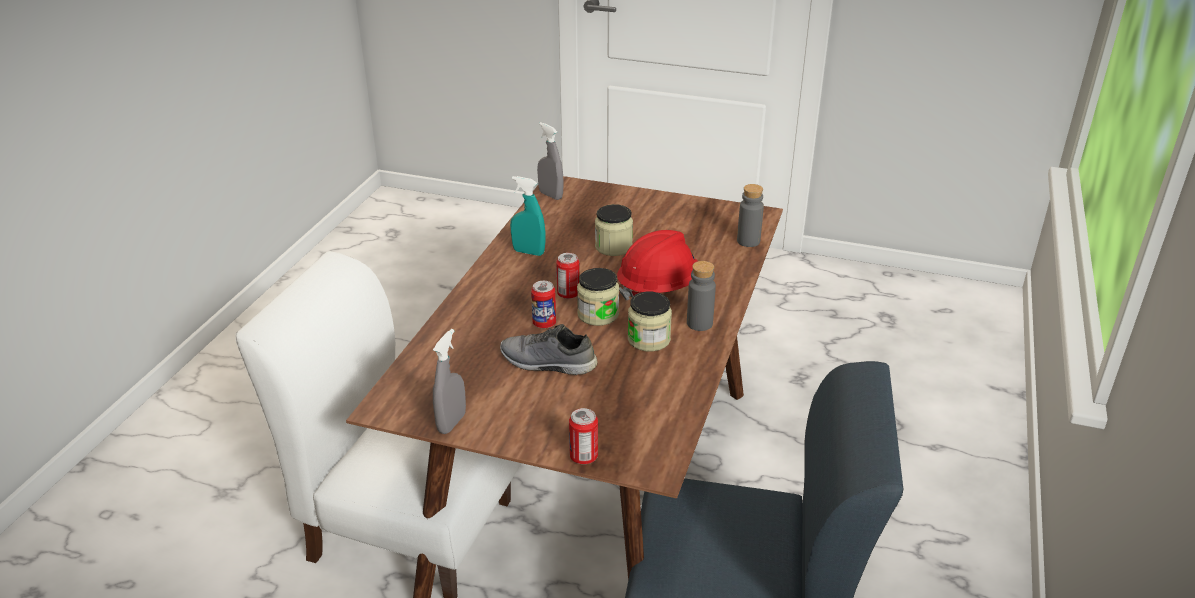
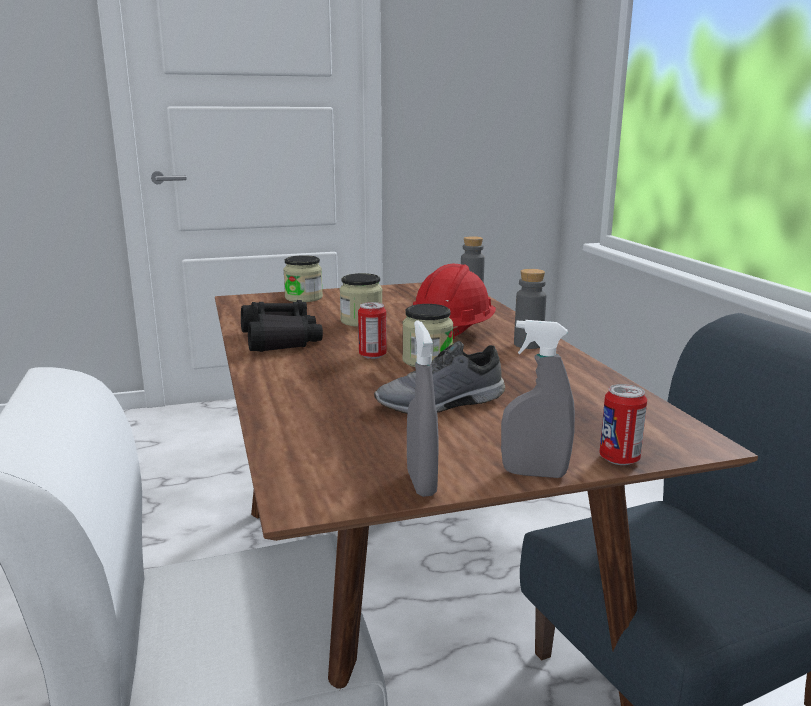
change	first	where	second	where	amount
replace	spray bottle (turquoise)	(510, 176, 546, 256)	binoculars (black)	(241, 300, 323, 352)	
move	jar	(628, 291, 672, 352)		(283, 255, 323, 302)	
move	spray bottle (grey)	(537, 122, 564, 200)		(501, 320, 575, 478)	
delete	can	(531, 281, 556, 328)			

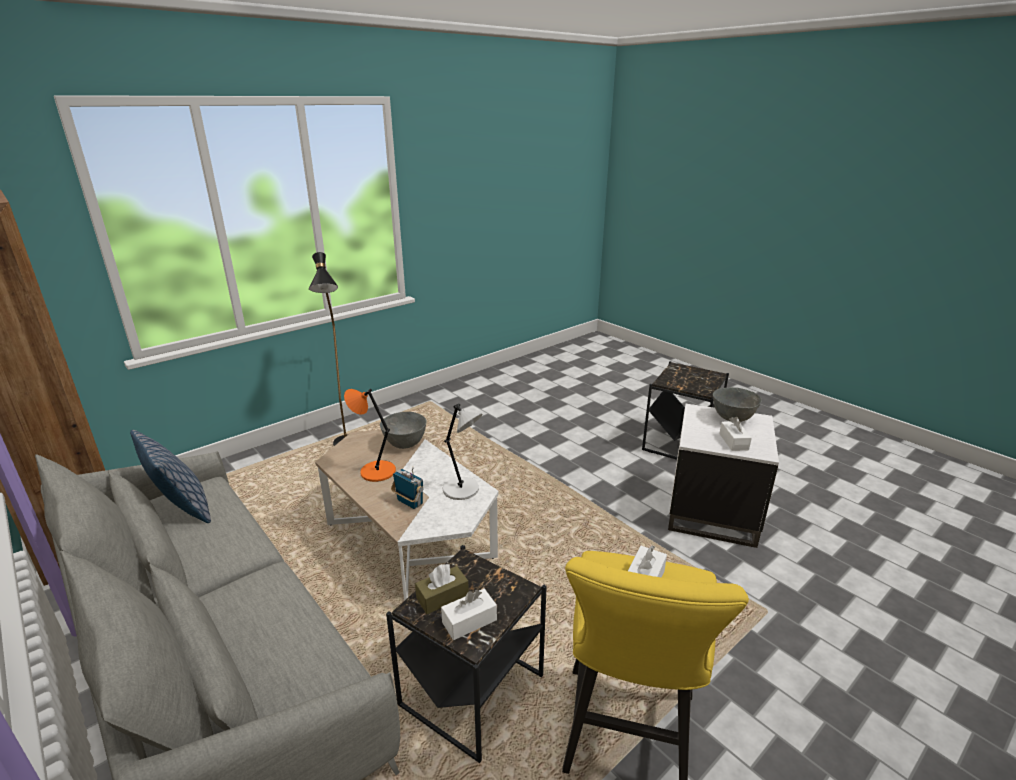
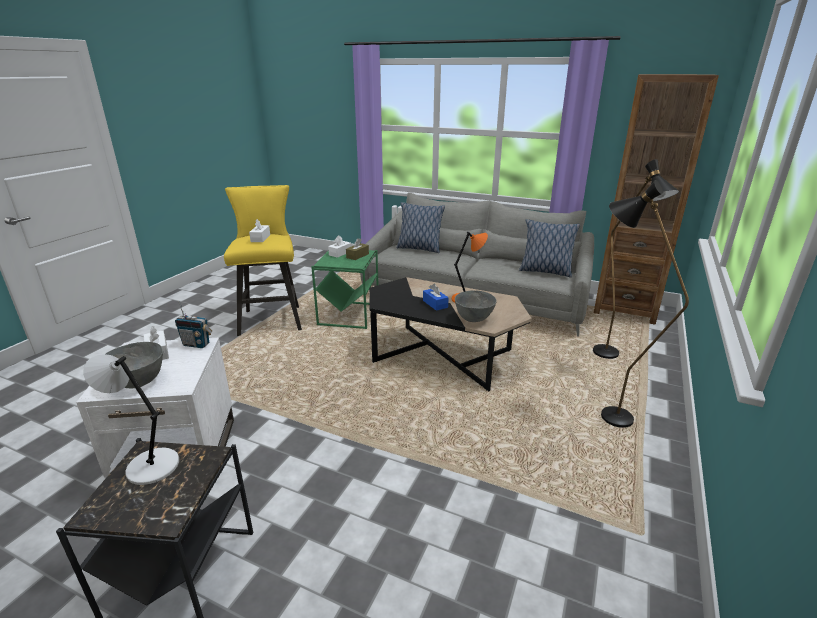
change	first	where	second	where	amount
move	table lamp (grey)	(443, 403, 482, 500)		(83, 354, 179, 485)	
move	radio	(391, 467, 423, 509)		(175, 301, 212, 348)	
recolor	side table (black)	(386, 545, 547, 763)	side table (green)	(311, 250, 378, 329)	
recolor	coffee table (white)	(315, 430, 499, 601)	coffee table (black)	(369, 277, 532, 391)	
insert			pillow	(397, 202, 445, 253)	
insert			tissue box (blue)	(423, 284, 449, 311)	
insert			floor lamp (black)	(593, 159, 679, 359)	

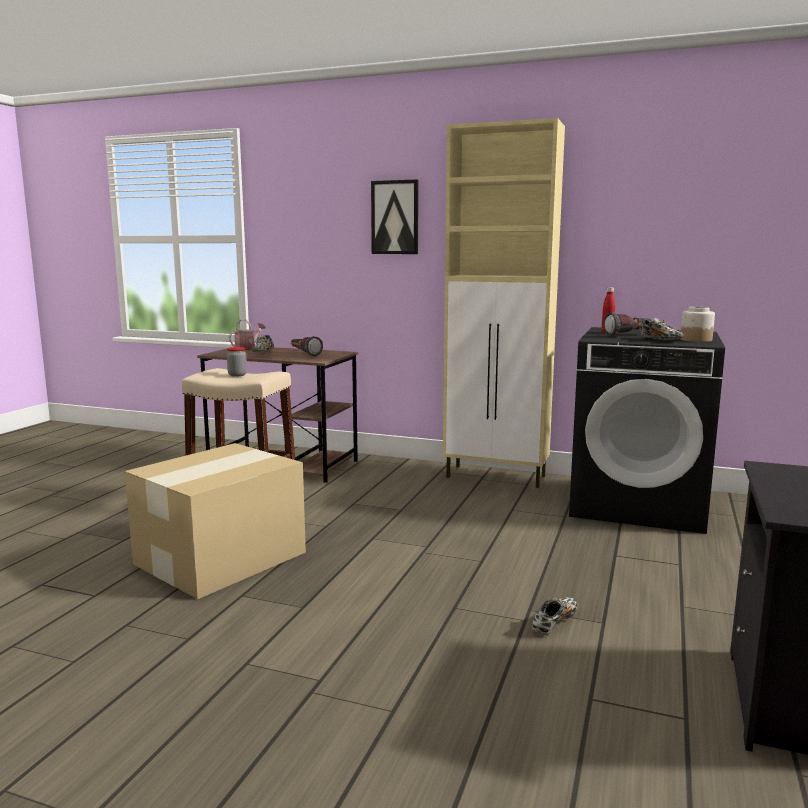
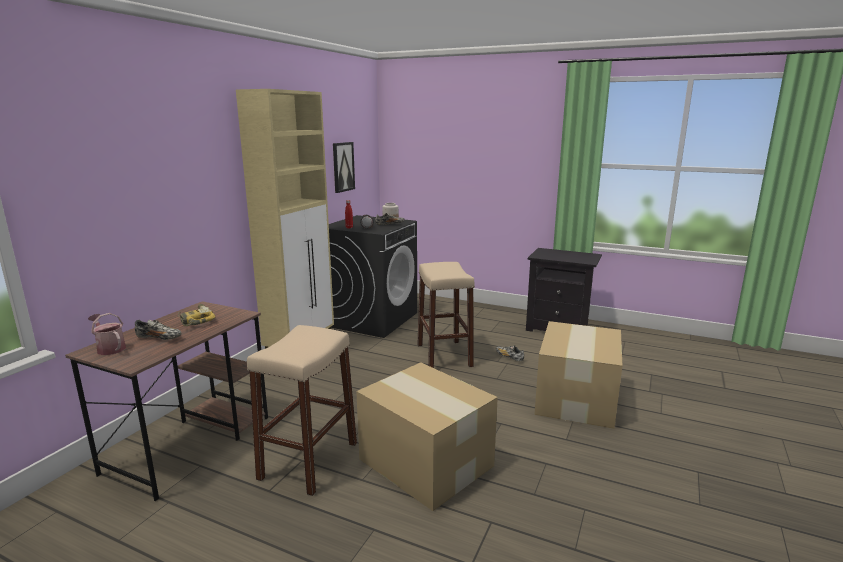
change	first	where	second	where	amount
replace	flashlight	(291, 336, 323, 356)	power drill	(178, 304, 215, 326)	
move	picture	(371, 179, 419, 254)		(333, 142, 355, 193)	
insert			stool (beige)	(417, 262, 475, 368)	
insert			cardboard box	(534, 321, 623, 429)	
delete	jar	(227, 347, 247, 376)			

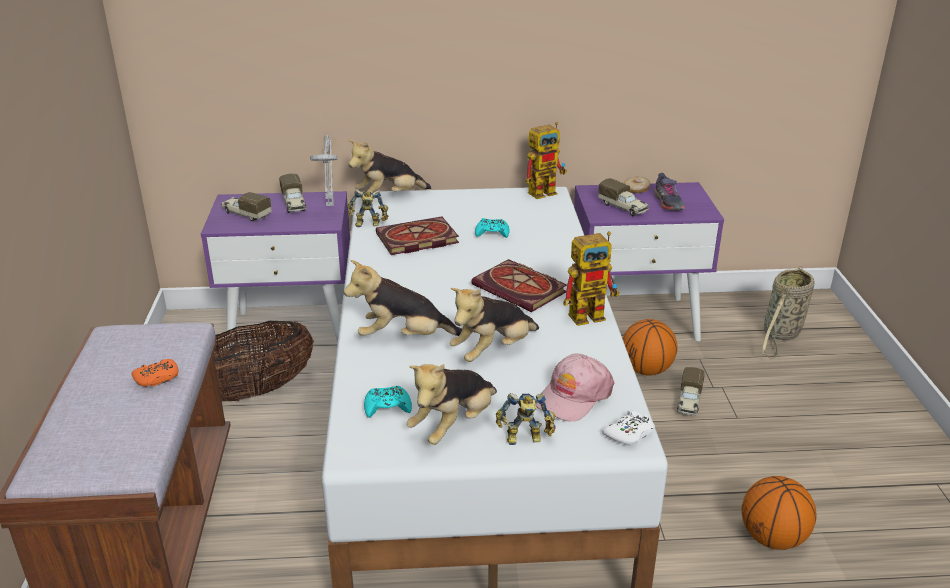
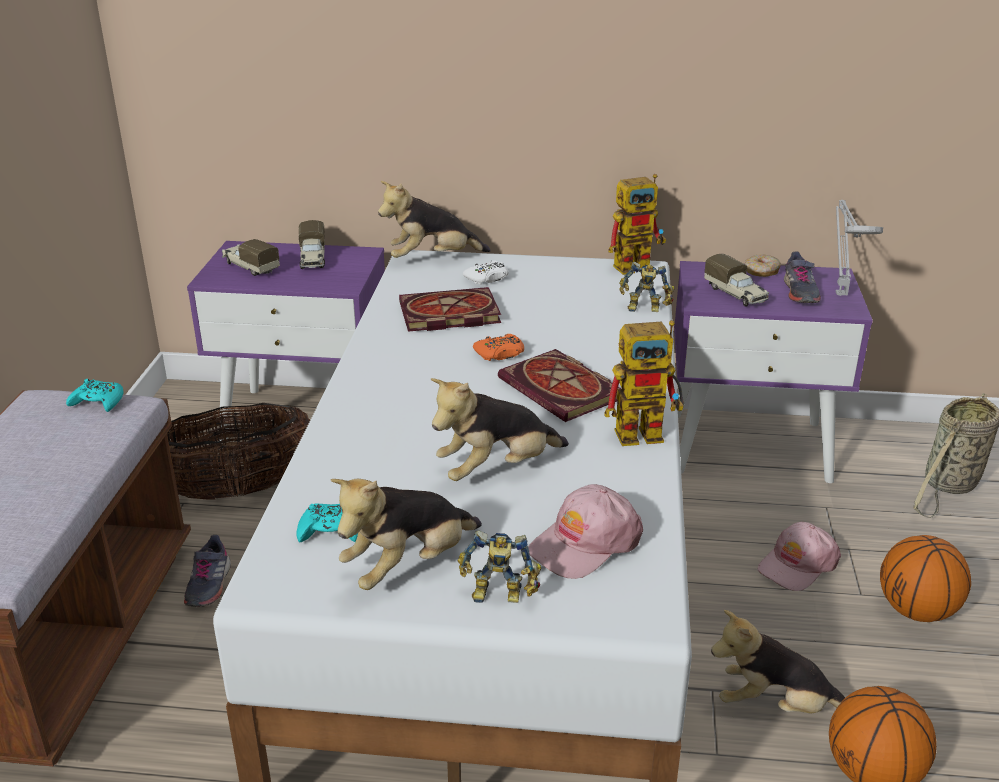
change	first	where	second	where	amount
move	game controller (turquoise)	(475, 218, 510, 238)		(66, 379, 124, 412)	
insert			shoe (grey)	(184, 535, 231, 607)	
move	game controller (white)	(602, 410, 655, 445)		(463, 260, 509, 285)	
move	game controller (orange)	(131, 359, 179, 387)		(473, 334, 524, 361)	
move	toy robot	(347, 190, 388, 227)		(619, 262, 674, 312)	
move	plush toy	(344, 260, 462, 336)		(711, 610, 845, 713)	
replace	toy truck	(677, 367, 705, 415)	cap (pink)	(758, 522, 841, 591)	
move	table lamp (grey)	(310, 135, 337, 206)		(835, 200, 883, 296)	
move	basketball	(622, 319, 678, 376)		(880, 535, 971, 622)	

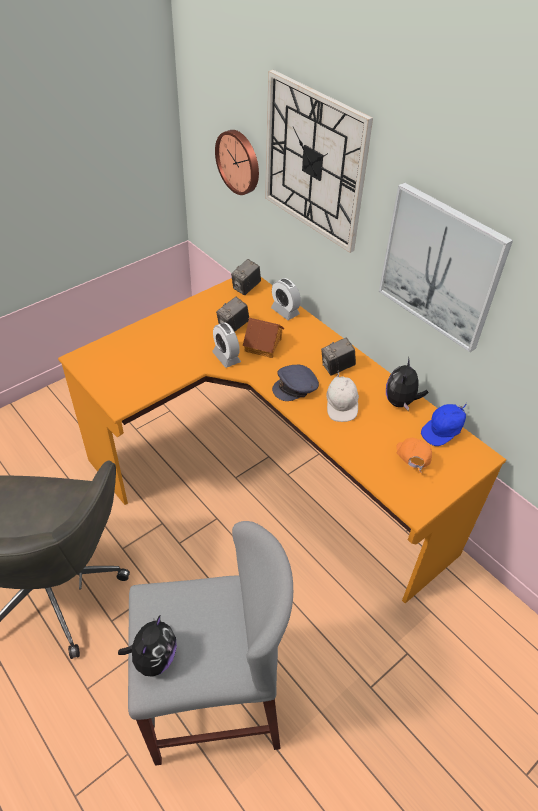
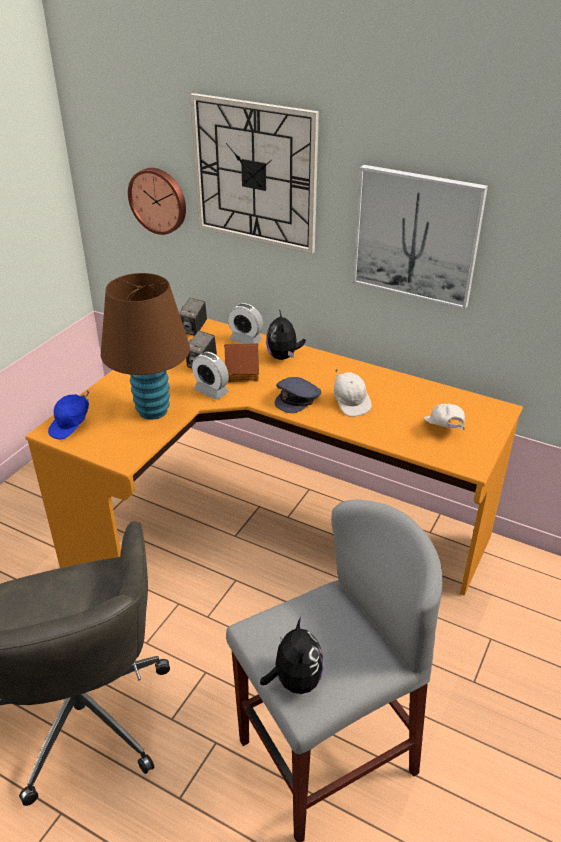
change	first	where	second	where	amount
move	cap (blue)	(421, 403, 467, 446)		(48, 390, 89, 440)	
insert			table lamp (brown)	(101, 273, 190, 420)	
move	plush toy	(386, 357, 428, 411)		(266, 310, 306, 360)	
recolor	cap (orange)	(396, 438, 432, 473)	cap (white)	(424, 403, 465, 430)	
delete	photo camera	(321, 337, 356, 376)			

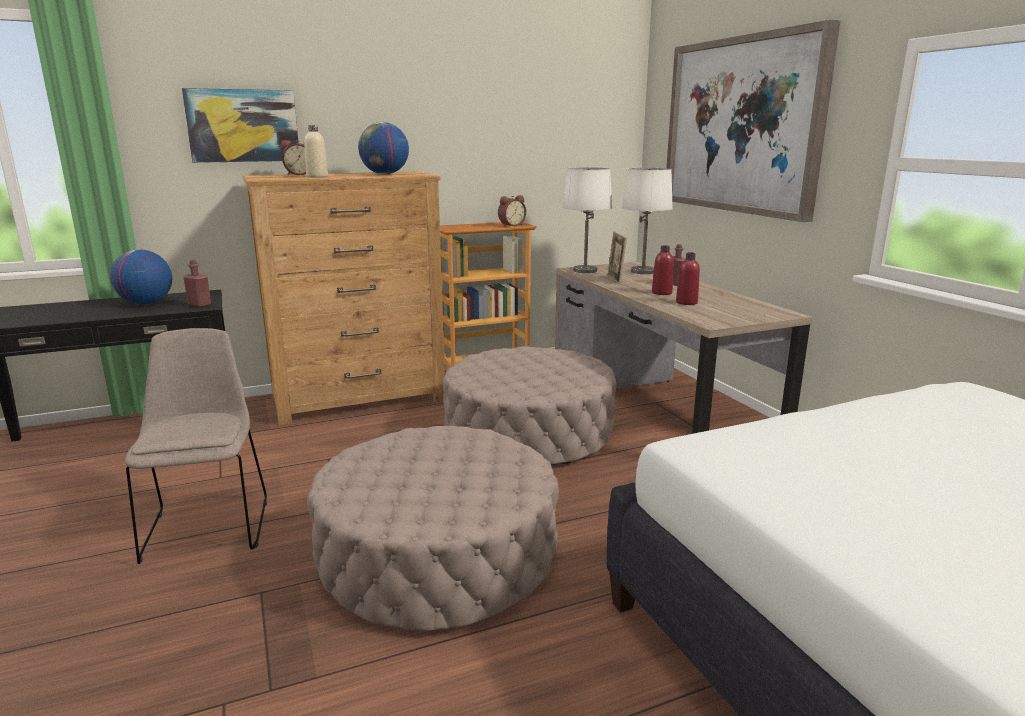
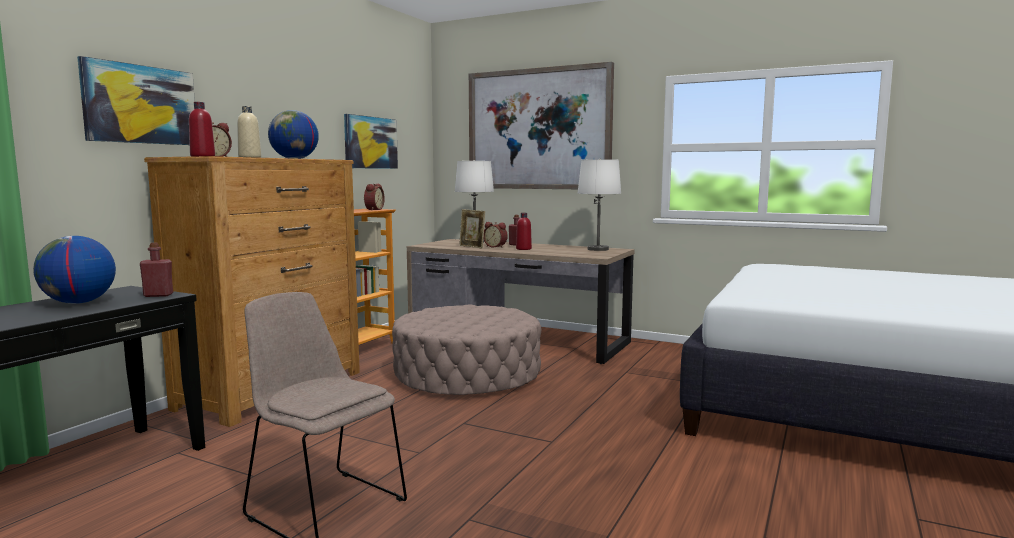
change	first	where	second	where	amount
move	bottle (red)	(676, 252, 700, 305)		(189, 102, 215, 157)	
insert			picture	(344, 114, 398, 169)	
insert			alarm clock	(484, 222, 508, 247)	
move	table lamp (white)	(563, 167, 612, 273)		(577, 159, 621, 251)	
delete	ottoman (beige)	(307, 426, 559, 631)			

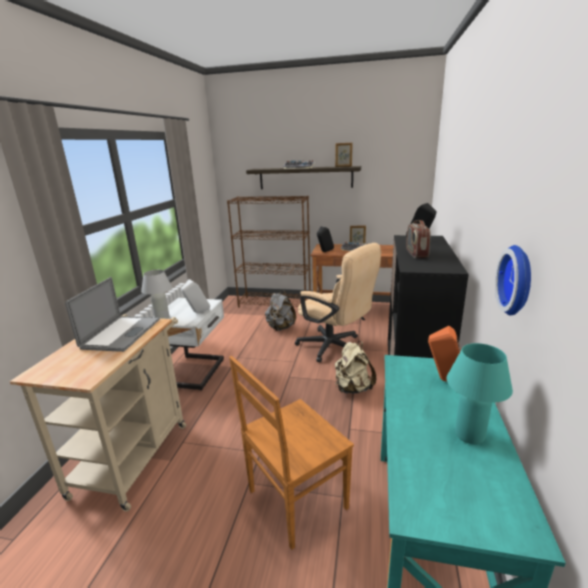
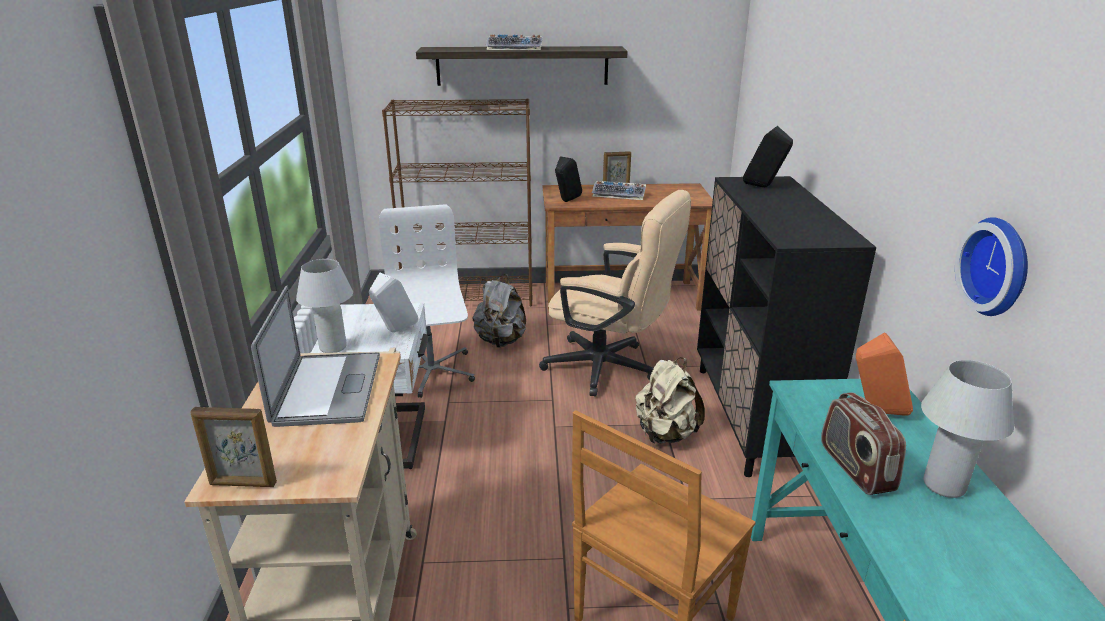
change	first	where	second	where	amount
move	picture frame	(335, 143, 353, 167)		(190, 407, 277, 487)	
insert			office chair (white)	(379, 204, 475, 398)	
move	radio	(406, 220, 430, 258)		(821, 392, 906, 495)	
recolor	table lamp (turquoise)	(447, 343, 513, 444)	table lamp (white)	(921, 360, 1014, 498)	

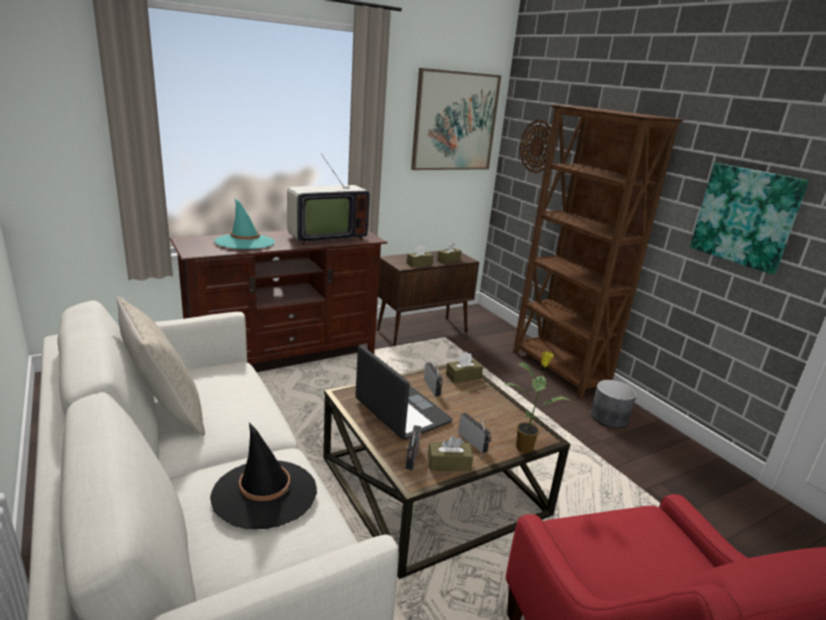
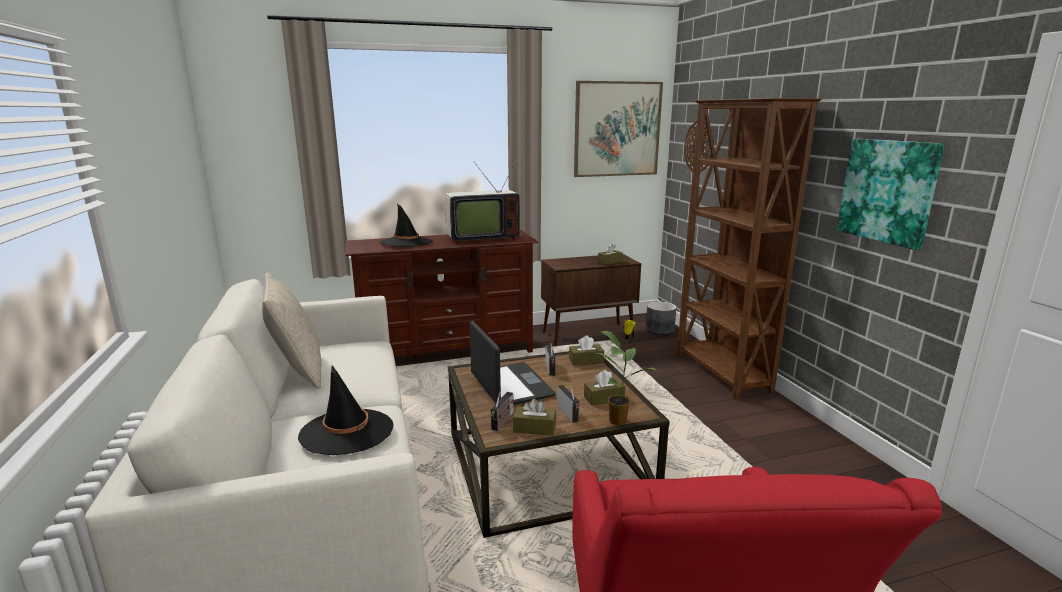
change	first	where	second	where	amount
recolor	hat (turquoise)	(215, 198, 275, 249)	hat (black)	(380, 204, 433, 247)	
move	tissue box (brown)	(407, 245, 434, 267)		(584, 370, 625, 406)	
move	planter (grey)	(591, 380, 637, 428)		(646, 302, 677, 335)	

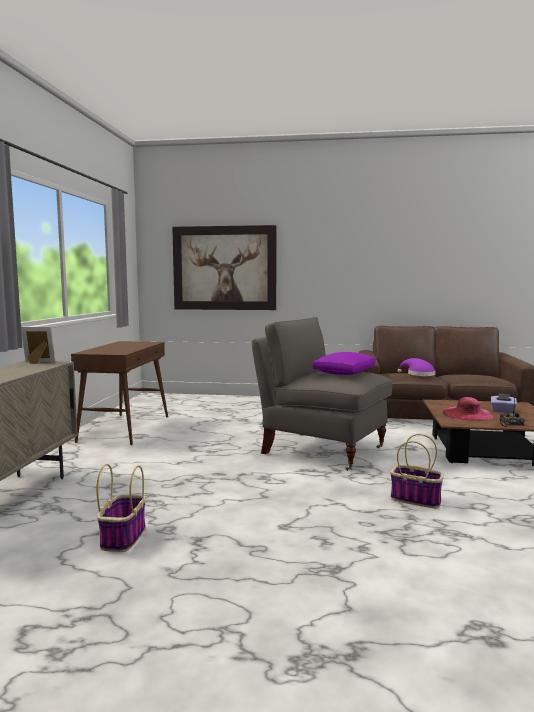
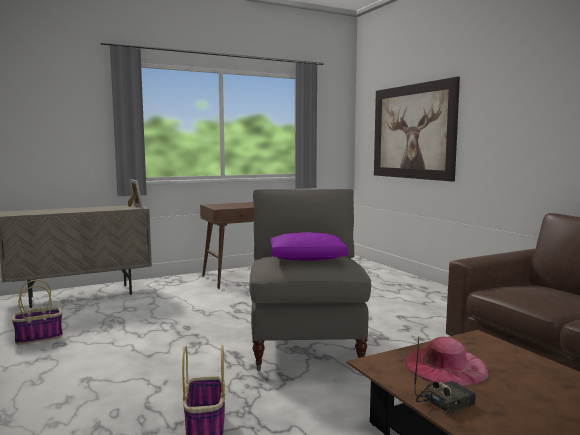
change	first	where	second	where	amount
delete	hat (purple)	(397, 358, 436, 376)			
delete	tissue box (purple)	(491, 393, 517, 413)			

